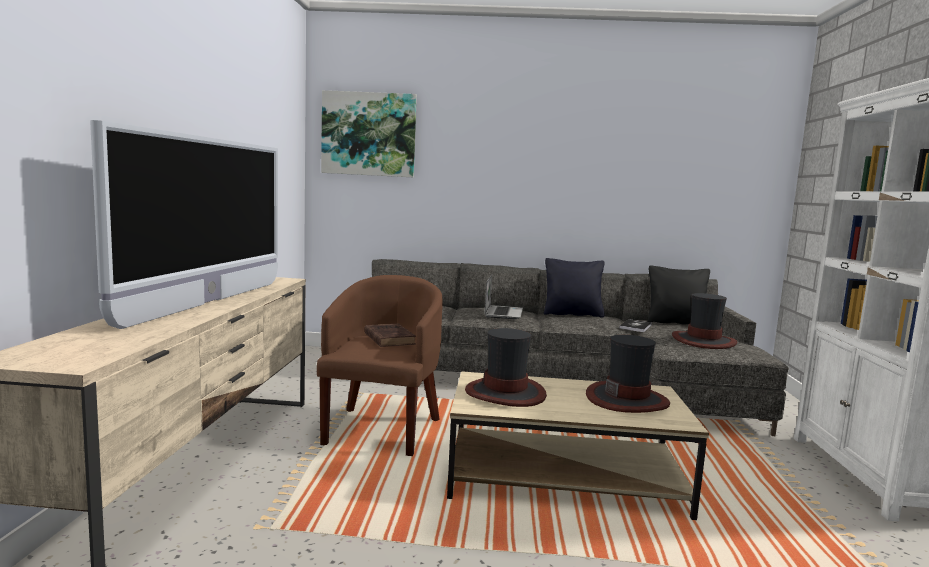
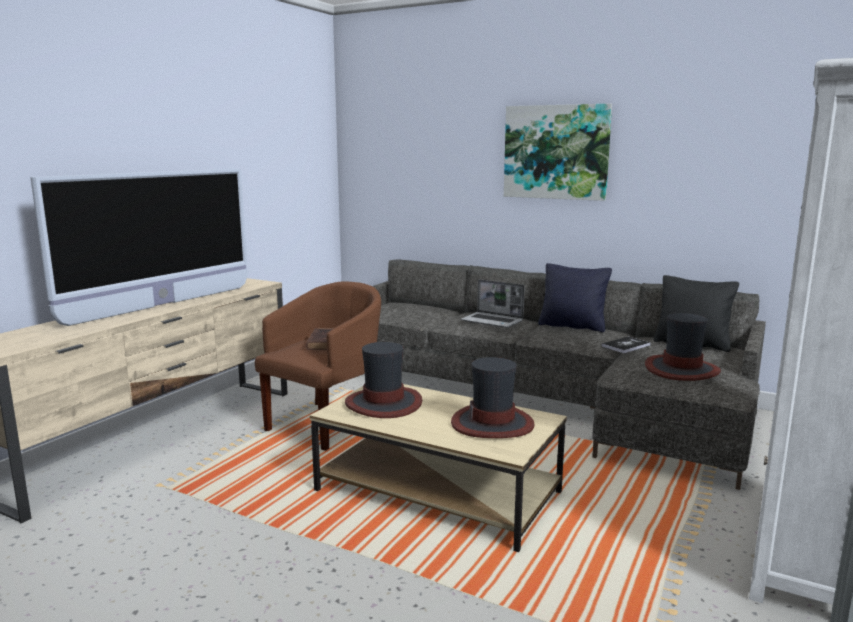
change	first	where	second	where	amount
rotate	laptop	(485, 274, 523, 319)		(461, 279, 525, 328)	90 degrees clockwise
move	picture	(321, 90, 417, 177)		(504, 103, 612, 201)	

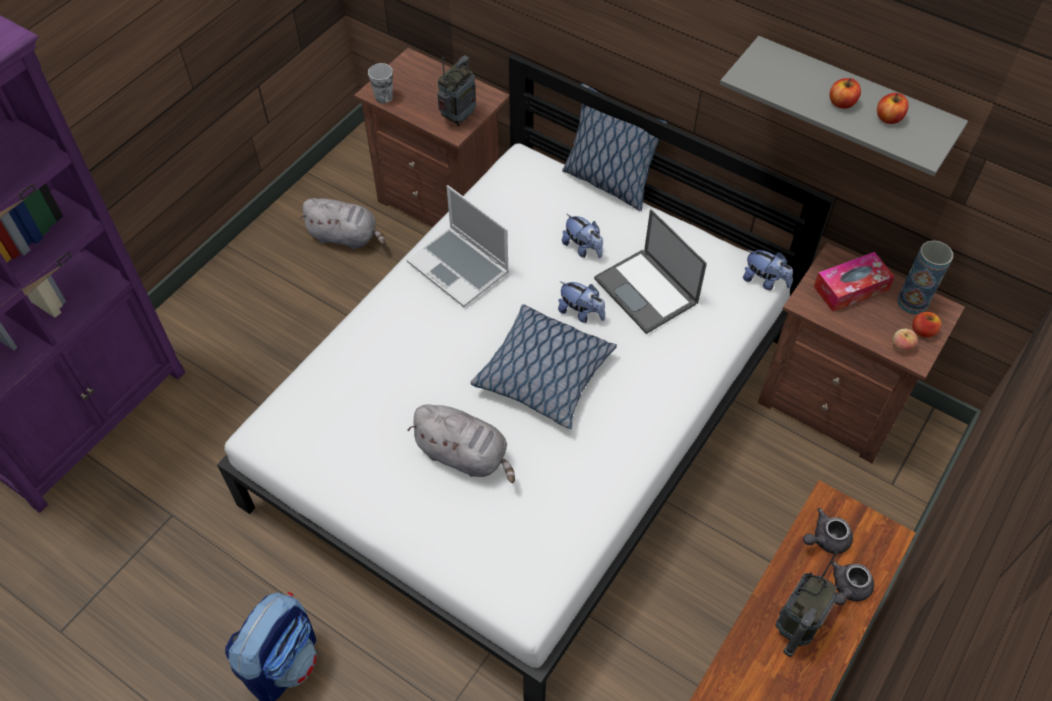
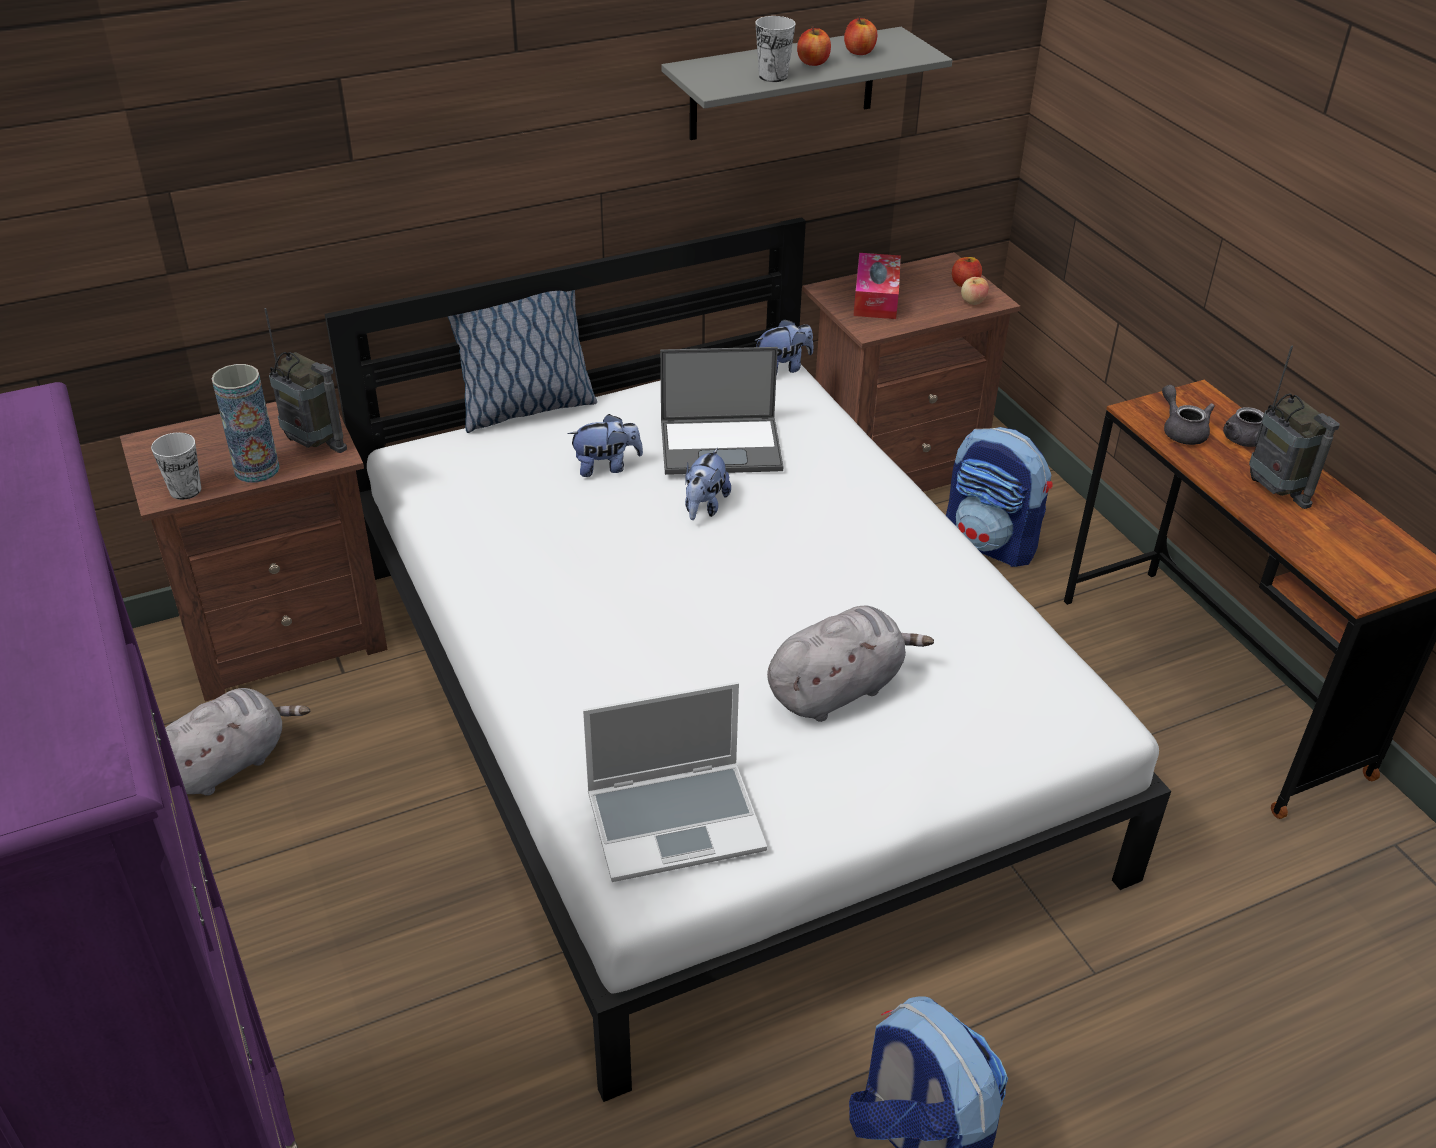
change	first	where	second	where	amount
move	vase	(897, 240, 953, 315)		(211, 364, 280, 483)	
rotate	radio	(437, 55, 476, 126)		(264, 308, 347, 453)	150 degrees clockwise
move	laptop	(407, 185, 509, 307)		(583, 682, 767, 882)	
rotate	plush toy	(558, 281, 605, 323)		(685, 448, 731, 520)	135 degrees clockwise
insert			cup	(755, 16, 796, 82)	
insert			backpack	(946, 427, 1053, 567)	
rotate	teapot (grey)	(803, 508, 853, 554)		(1162, 385, 1215, 445)	150 degrees clockwise
delete	pillow	(471, 304, 617, 429)			

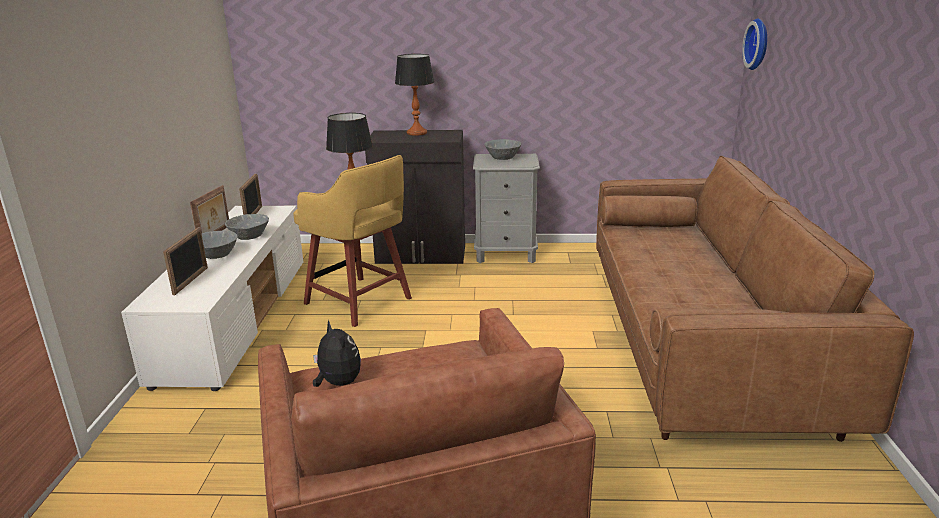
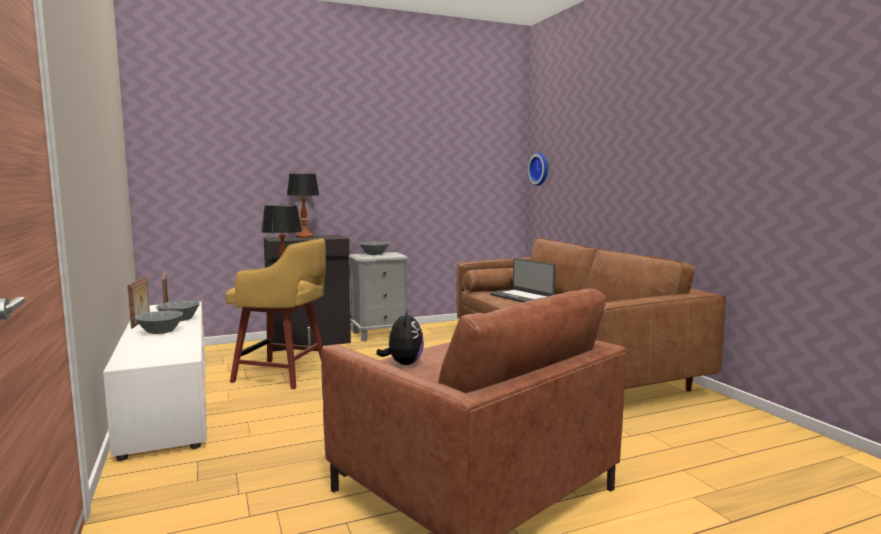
change	first	where	second	where	amount
rotate	plush toy	(313, 320, 361, 387)		(376, 309, 424, 365)	60 degrees clockwise
insert			laptop	(490, 258, 555, 302)	
delete	picture frame	(163, 227, 208, 295)			

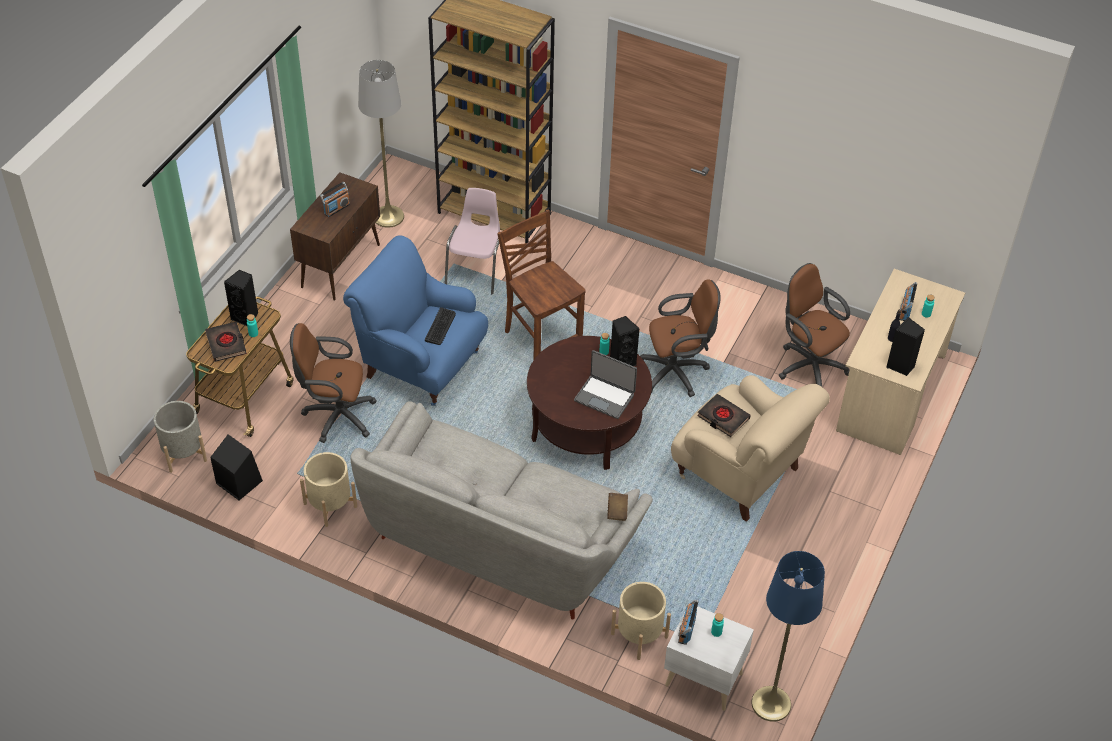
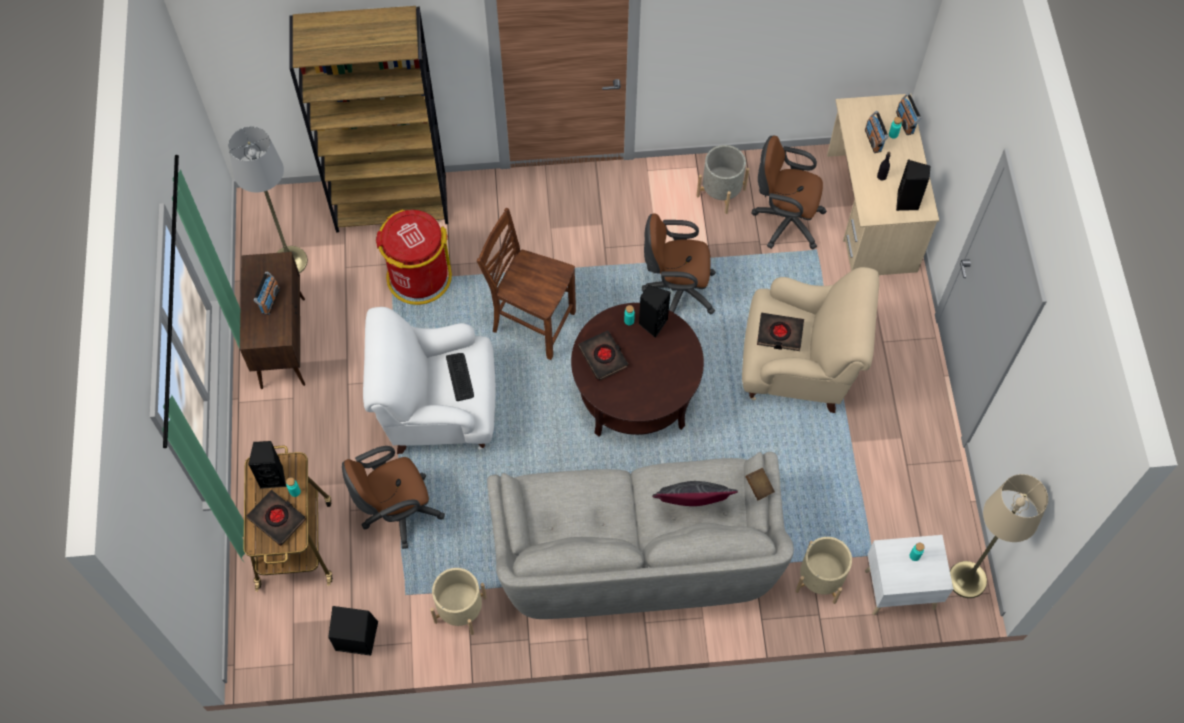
change	first	where	second	where	amount
recolor	armchair (blue)	(343, 235, 488, 406)	armchair (white)	(363, 307, 496, 454)	
replace	chair (pink)	(445, 188, 500, 294)	trash can (red)	(376, 209, 452, 305)	
insert			book (black)	(578, 330, 628, 381)	
rotate	office chair (brown)	(640, 279, 721, 397)		(642, 213, 716, 314)	135 degrees counterclockwise
insert			pillow (grey)	(652, 481, 738, 506)	
move	planter (grey)	(154, 401, 207, 473)		(696, 145, 749, 214)	
move	radio	(678, 599, 699, 645)		(896, 93, 921, 135)	
recolor	floor lamp (blue)	(752, 551, 825, 722)	floor lamp (beige)	(950, 474, 1048, 598)	
delete	laptop	(574, 350, 637, 419)			

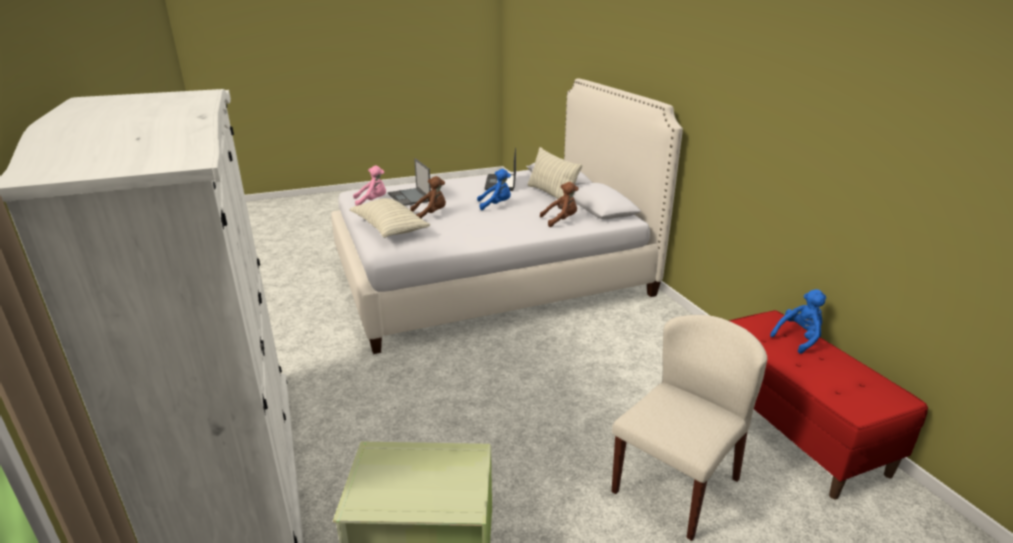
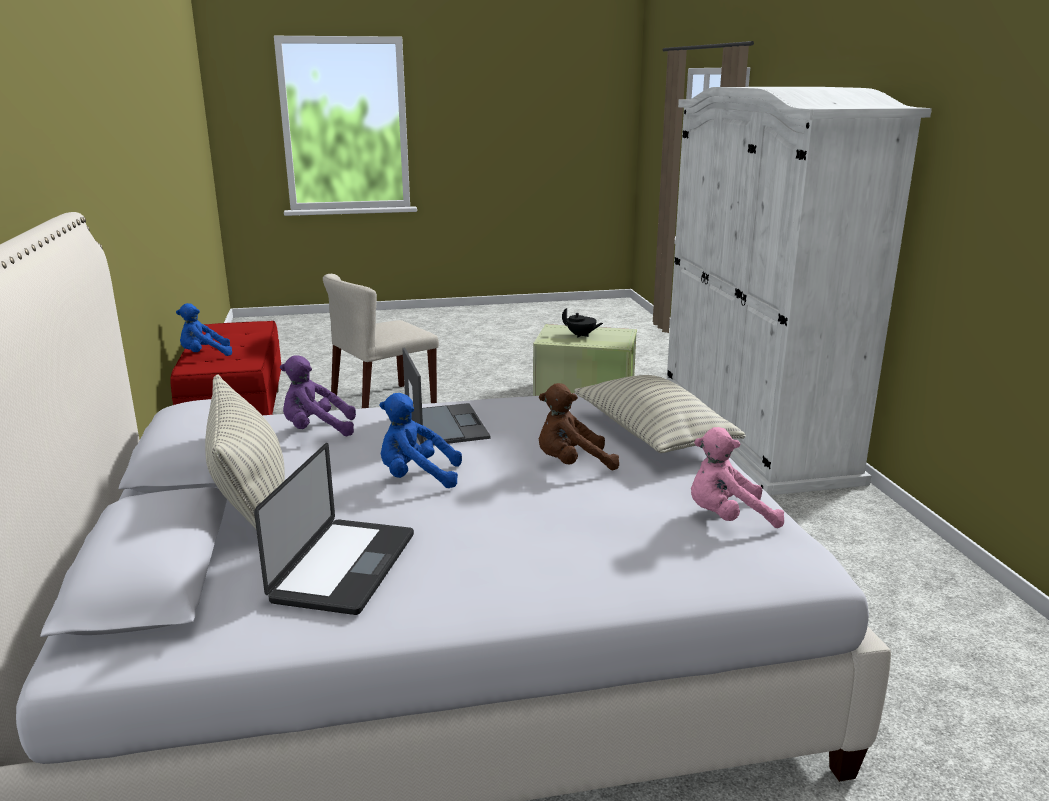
change	first	where	second	where	amount
recolor	plush toy (brown)	(540, 182, 578, 227)	plush toy (purple)	(280, 355, 356, 436)	
move	laptop	(388, 158, 431, 206)		(402, 348, 491, 445)	
insert			teapot (black)	(562, 308, 603, 338)	

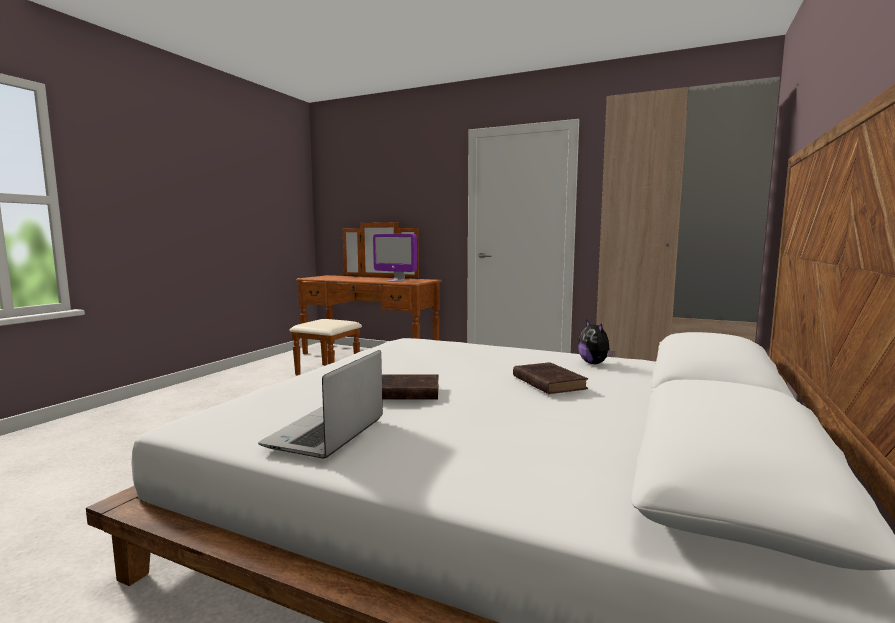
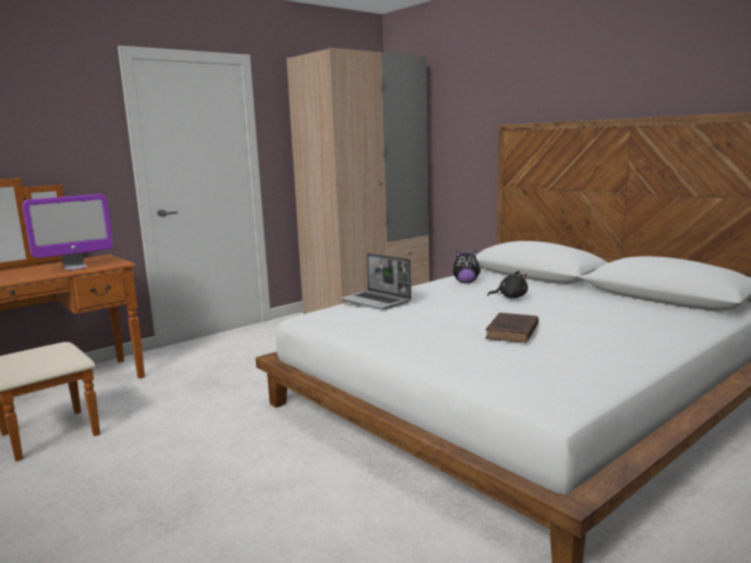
change	first	where	second	where	amount
move	laptop	(258, 350, 383, 458)		(340, 253, 411, 310)	
replace	book (brown)	(513, 362, 588, 394)	plush toy (black)	(487, 271, 528, 298)	

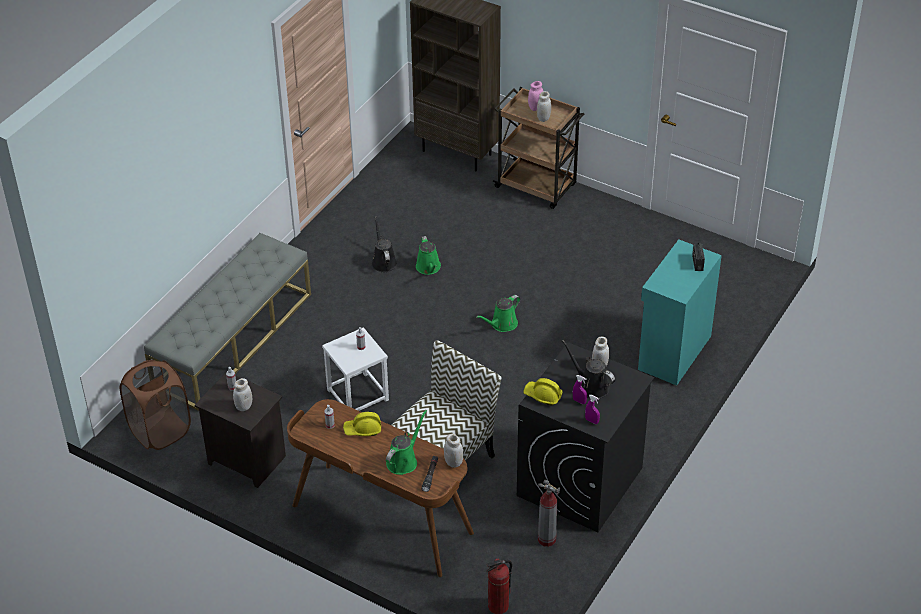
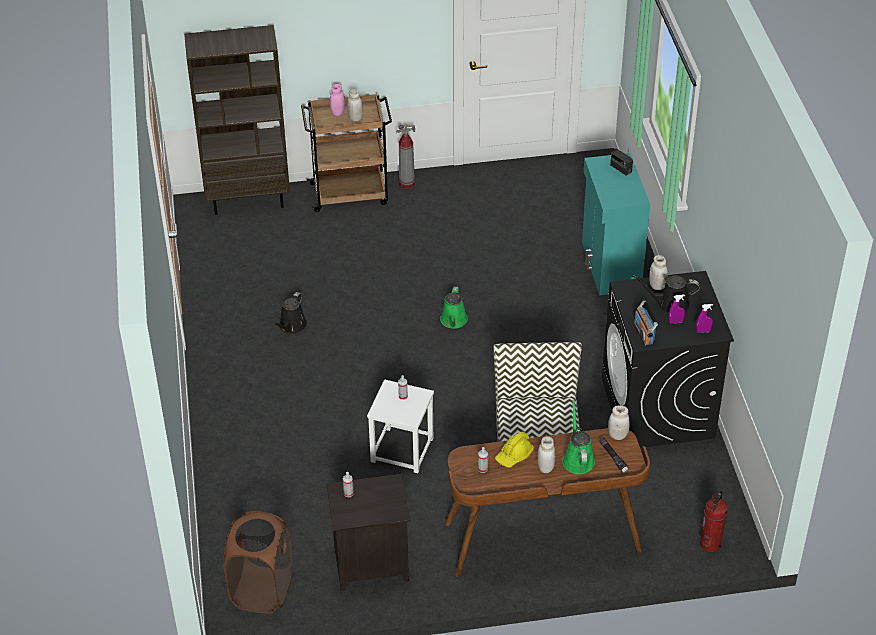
change	first	where	second	where	amount
rotate	watering can (black)	(372, 217, 397, 272)		(273, 292, 307, 334)	105 degrees counterclockwise
move	fire extinguisher	(538, 480, 560, 547)		(396, 125, 415, 189)	
move	jar (white)	(233, 378, 252, 411)		(537, 436, 555, 473)	
replace	hard hat (yellow)	(523, 378, 563, 406)	radio	(634, 300, 658, 346)	
delete	bench (grey)	(144, 233, 311, 411)			
delete	watering can (green)	(416, 236, 441, 275)			

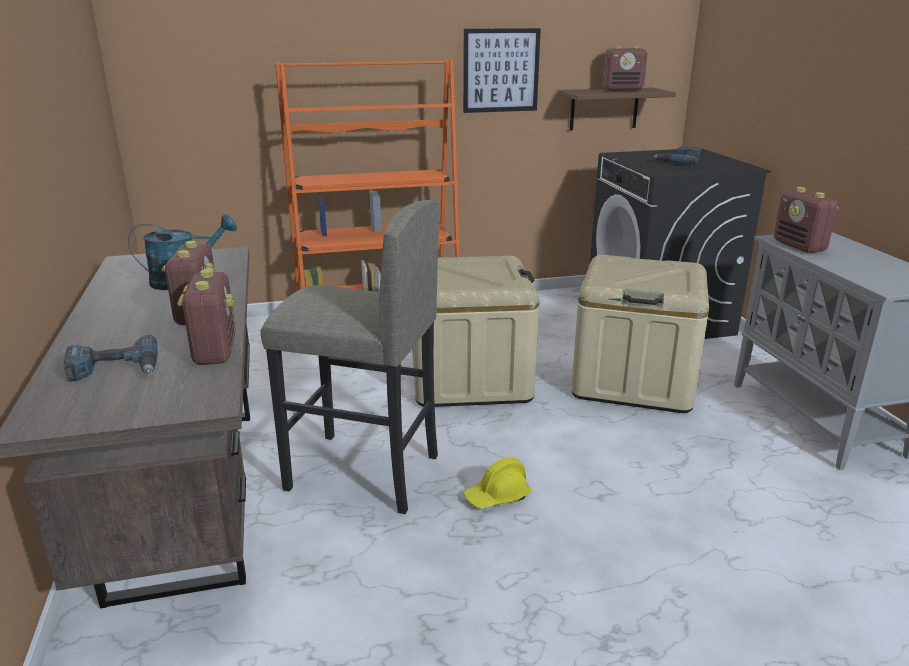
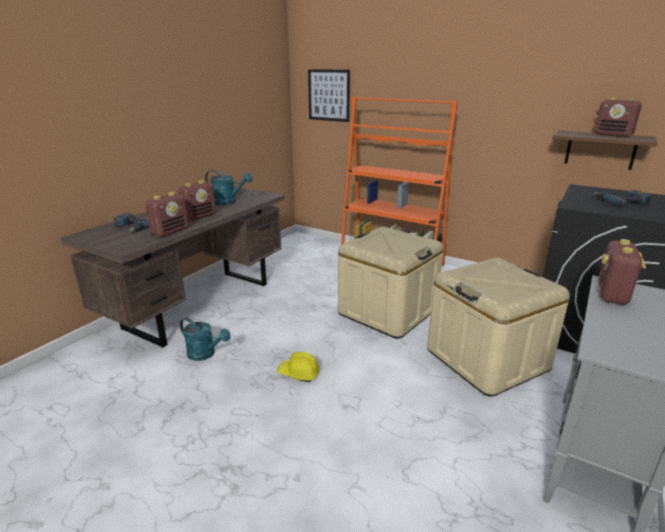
change	first	where	second	where	amount
insert			watering can (turquoise)	(180, 318, 231, 361)	
move	picture	(463, 28, 541, 113)		(308, 69, 350, 122)	
delete	stool (grey)	(261, 200, 439, 514)			

